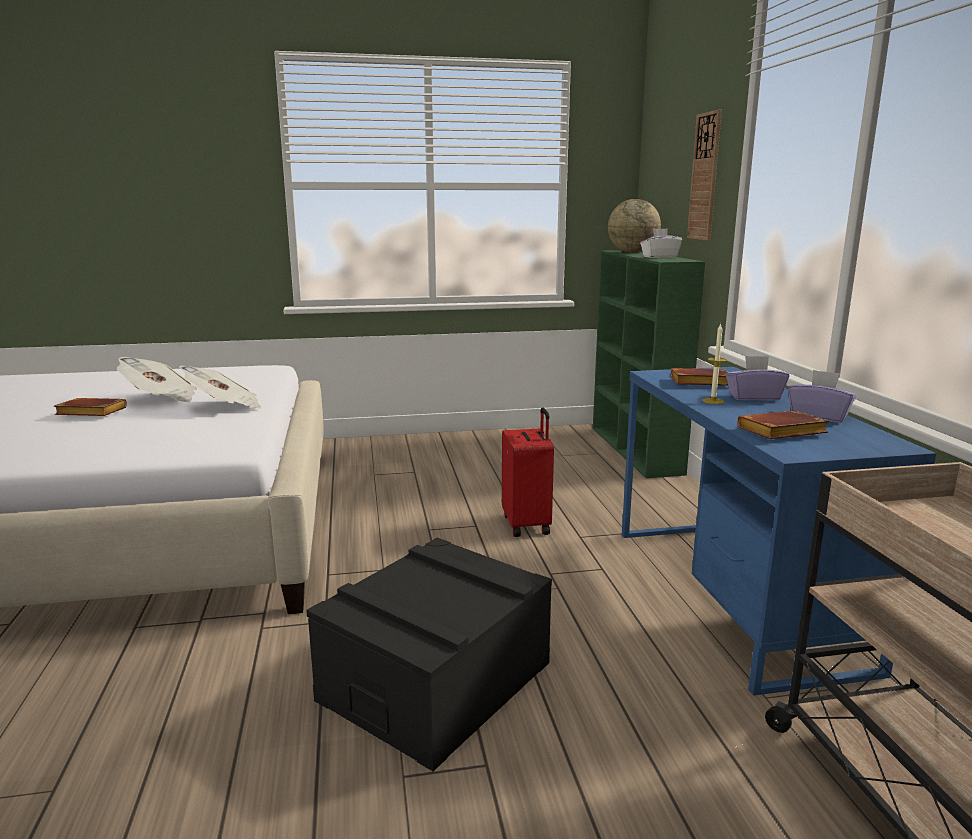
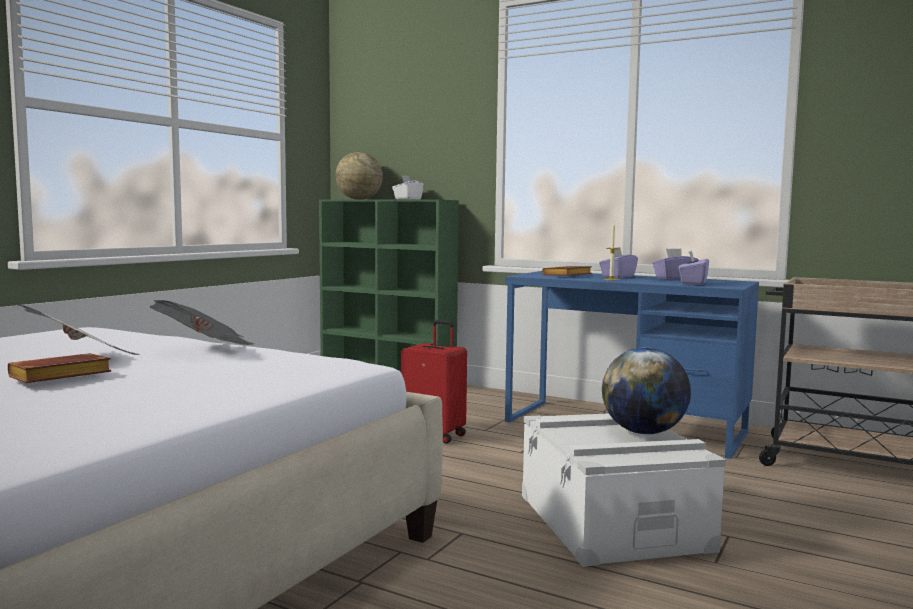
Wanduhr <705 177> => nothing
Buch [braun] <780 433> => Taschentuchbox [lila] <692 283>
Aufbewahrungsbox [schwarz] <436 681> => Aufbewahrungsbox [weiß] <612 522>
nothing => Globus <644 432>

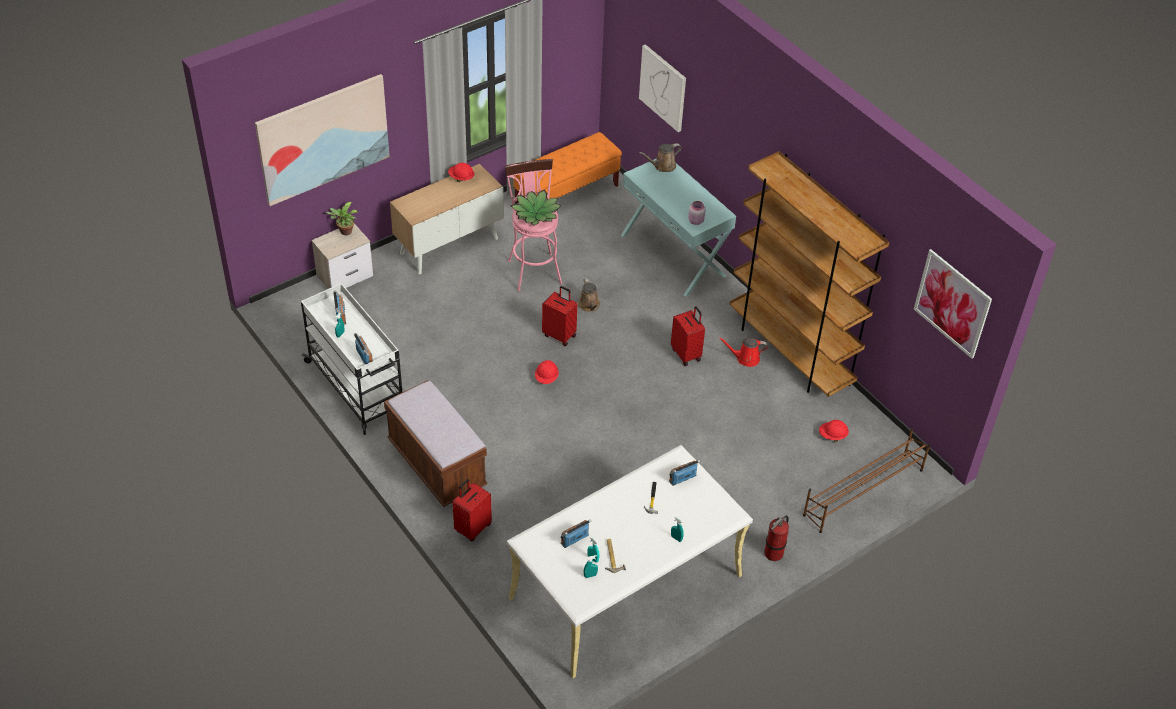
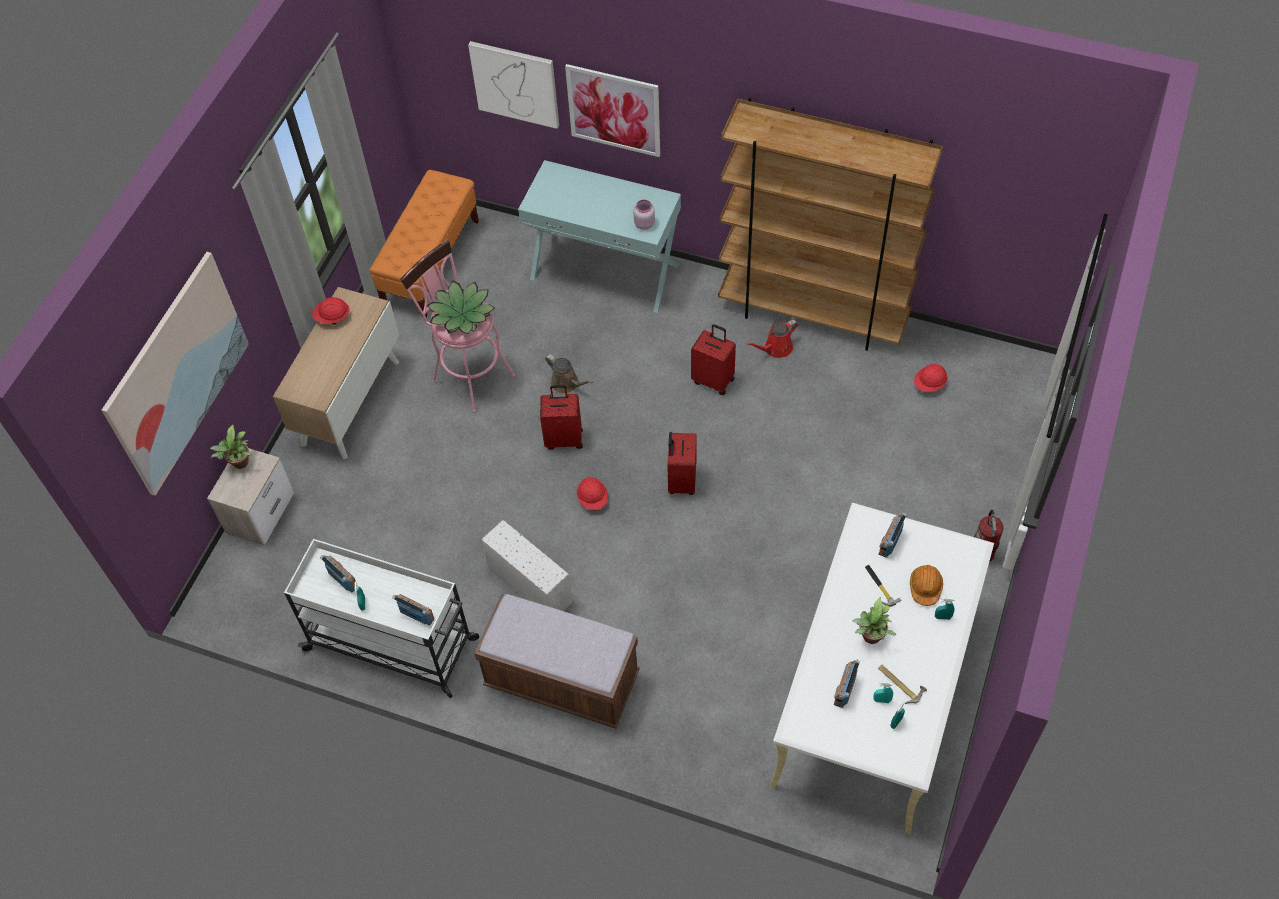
Gießkanne [braun] <662 166> => nothing
Bild <952 303> => Bild <614 110>, moved
Schuhregal [braun] <862 492> => nothing
Koffer [rot] <472 528> => Koffer [rot] <681 481>, moved
nothing => Aufbewahrungsbox [weiß] <529 584>
nothing => Schutzhelm [orange] <925 587>
nothing => Topfpflanze <870 638>

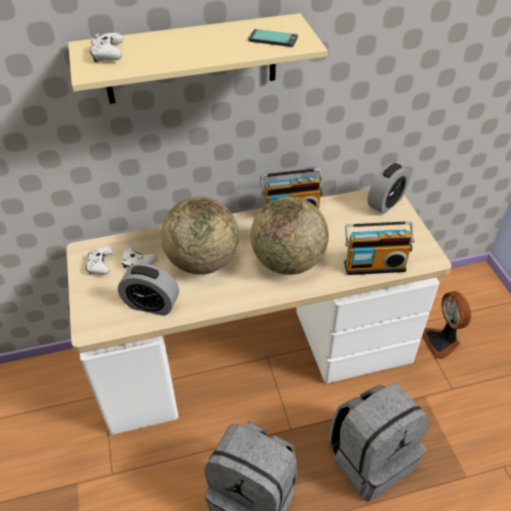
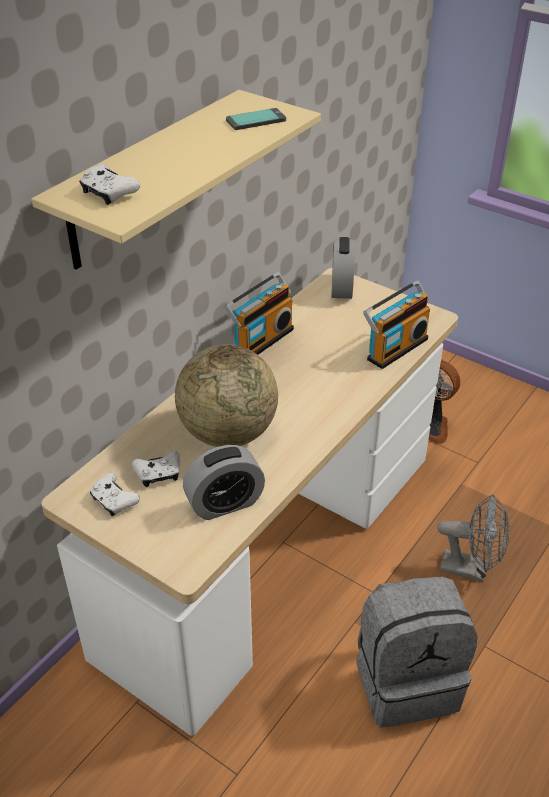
Globus <288 262> => nothing
Rucksack [grau] <370 458> => Ventilator [grau] <471 568>

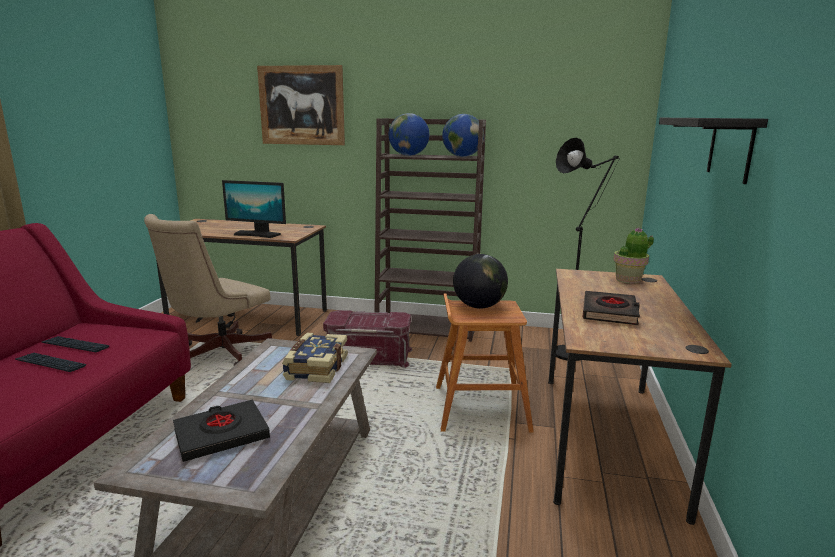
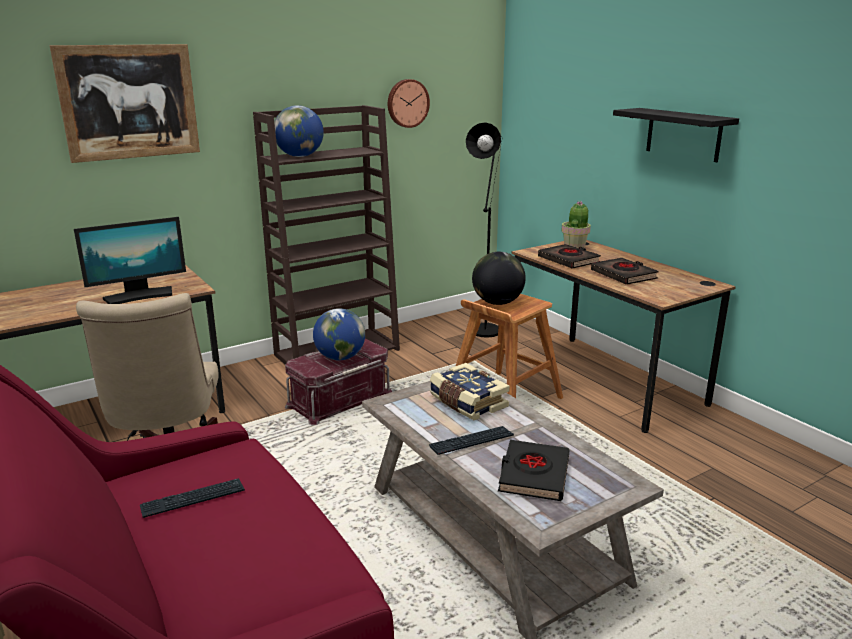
Globus <462 156> => Globus <340 358>, moved
Tastatur <50 363> => Tastatur <471 441>, moved
nothing => Wanduhr <407 103>
nothing => Buch [schwarz] <568 260>

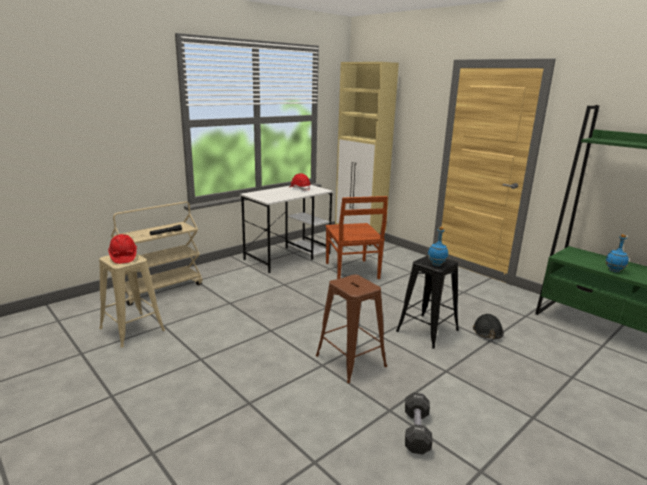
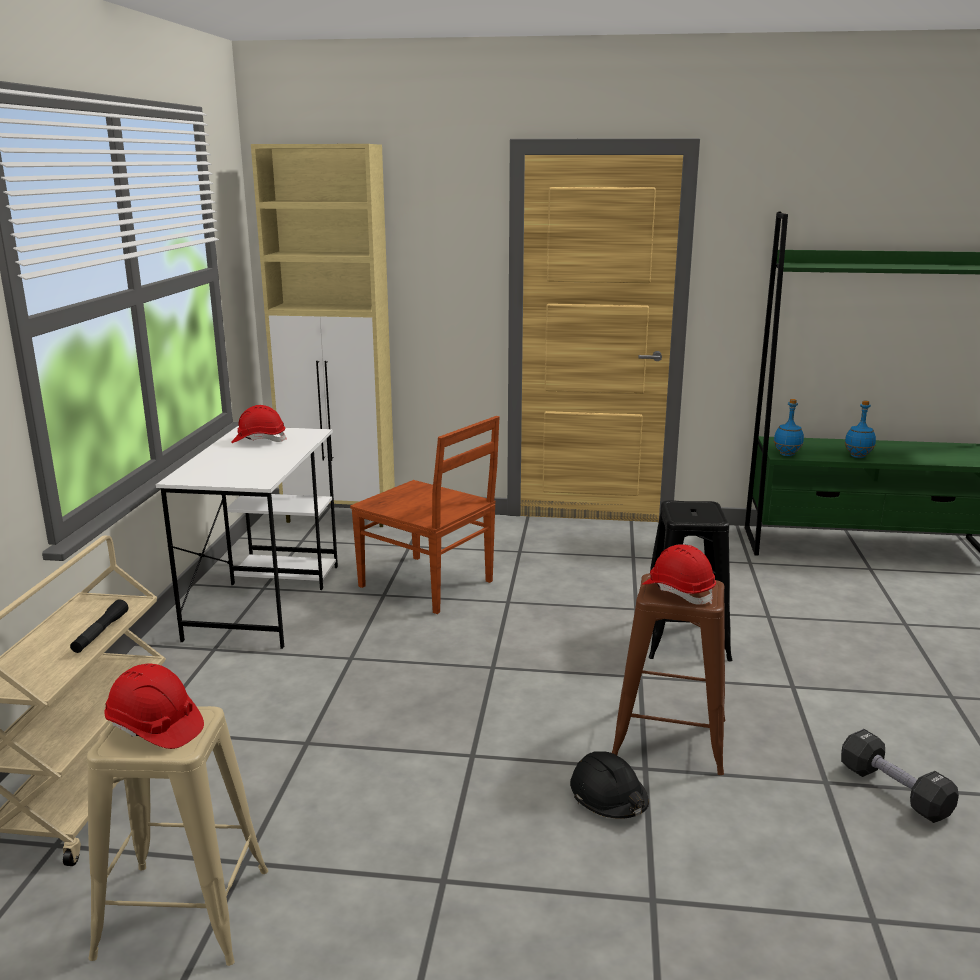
Flasche [blau] <436 264> => Flasche [blau] <787 455>, moved
Schutzhelm [schwarz] <488 332> => Schutzhelm [schwarz] <608 797>, moved
nothing => Schutzhelm [rot] <678 591>

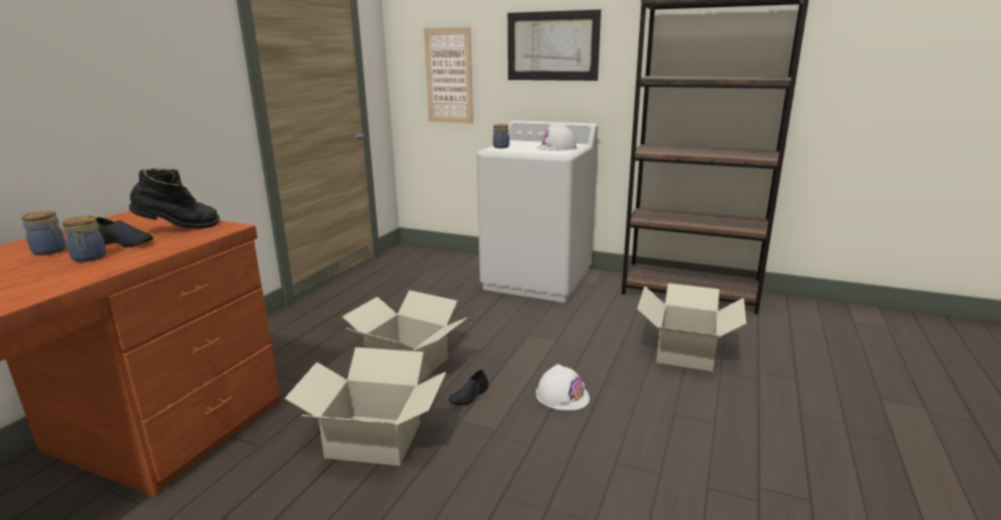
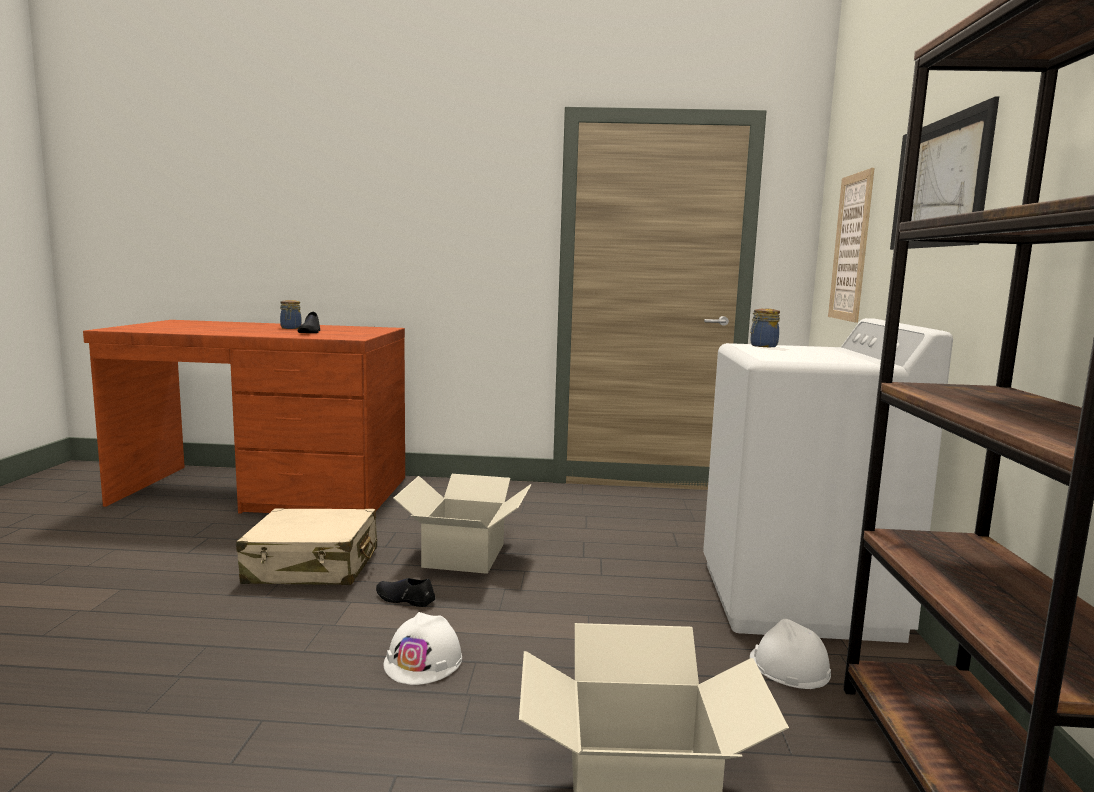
Schutzhelm [weiß] <557 147> => Schutzhelm [weiß] <789 666>, moved
Stiefel [schwarz] <179 229> => nothing
Vorratsglas <89 258> => nothing
Karton <374 439> => Koffer [beige] <312 566>

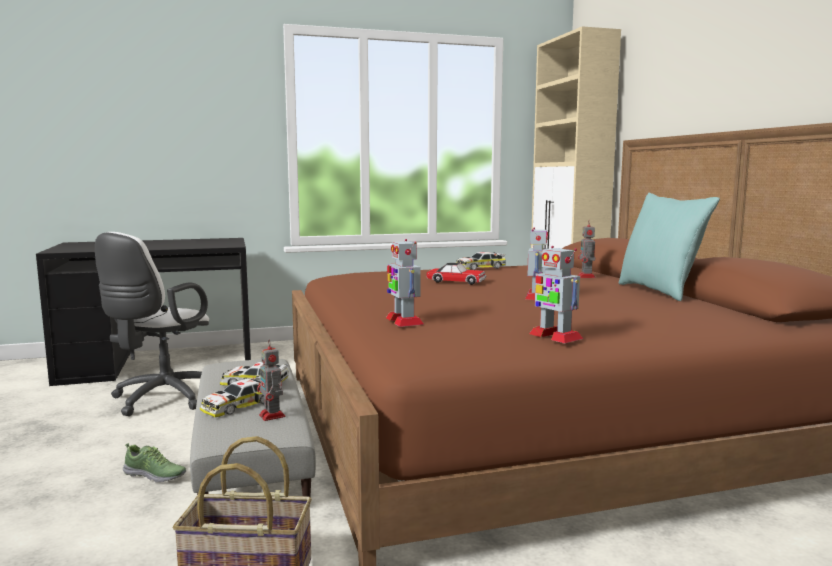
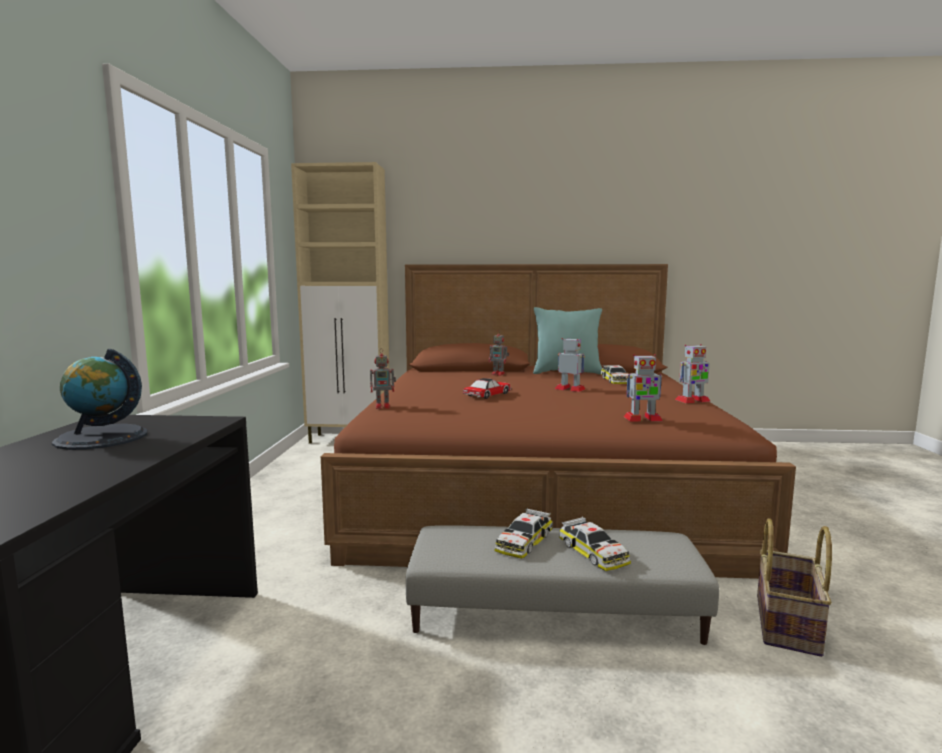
Bürostuhl [weiß] <161 399> => nothing
Spielzeugauto <480 268> => Spielzeugauto <616 380>, moved
Spielzeugroboter <272 416> => Spielzeugroboter <383 406>, moved
Schuh <155 475> => nothing
nothing => Globus <101 438>

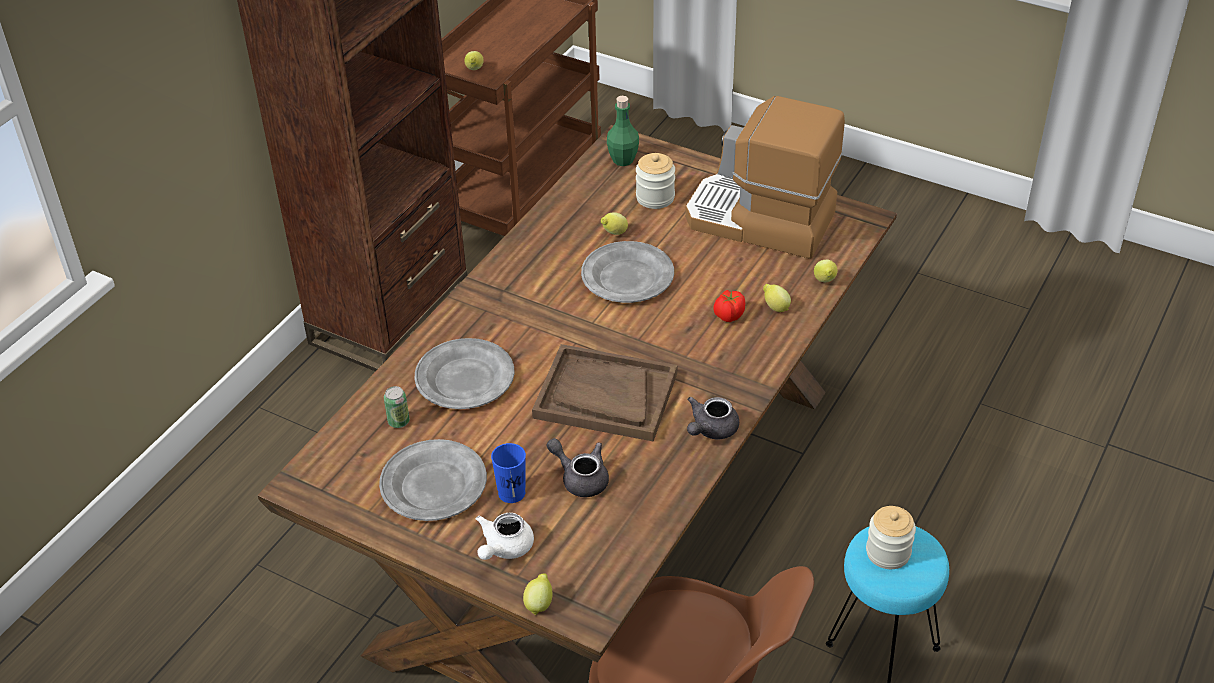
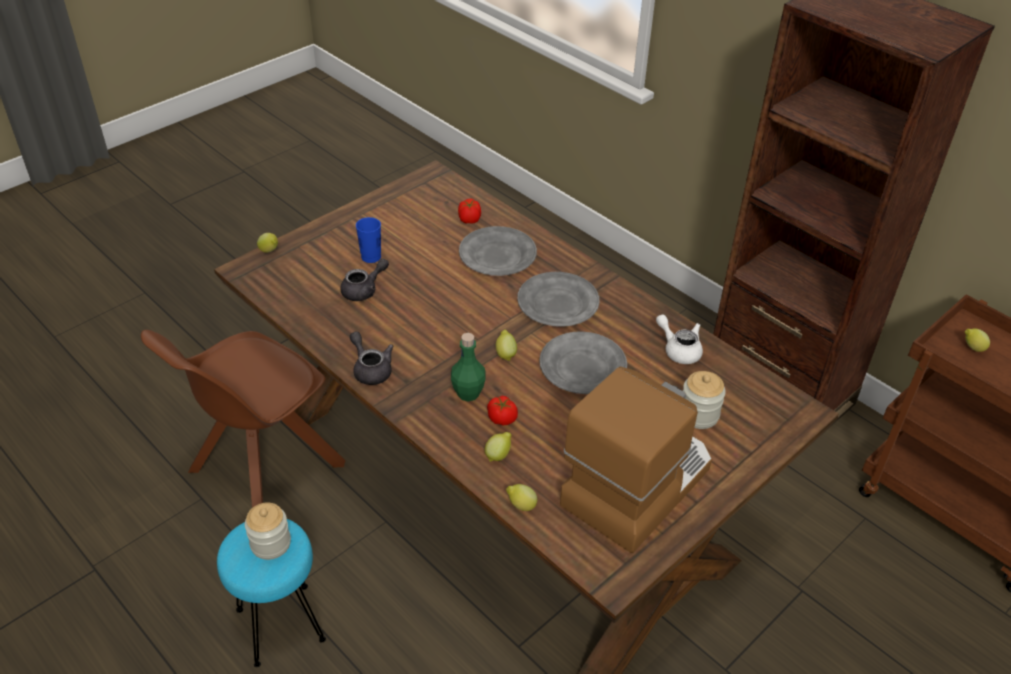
Flasche [grün] <623 160> => Flasche [grün] <468 393>, moved
Zitrone <614 233> => Zitrone <505 354>, moved
Tablett [braun] <605 396> => nothing
Dose <398 421> => Tomate <469 220>
Teller [grau] <434 485> => Teller [grau] <557 303>, moved
Teekanne [weiß] <504 548> => Teekanne [weiß] <679 349>, moved

